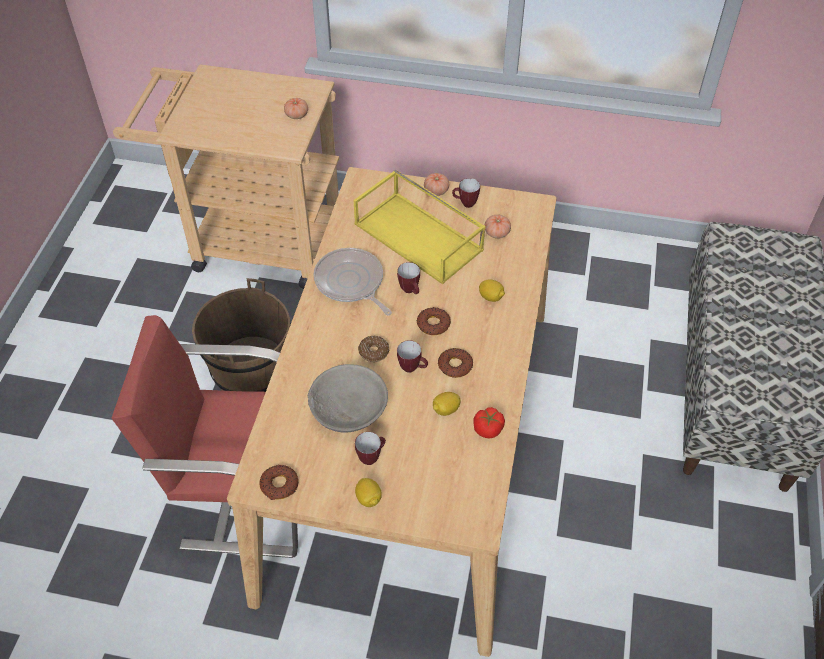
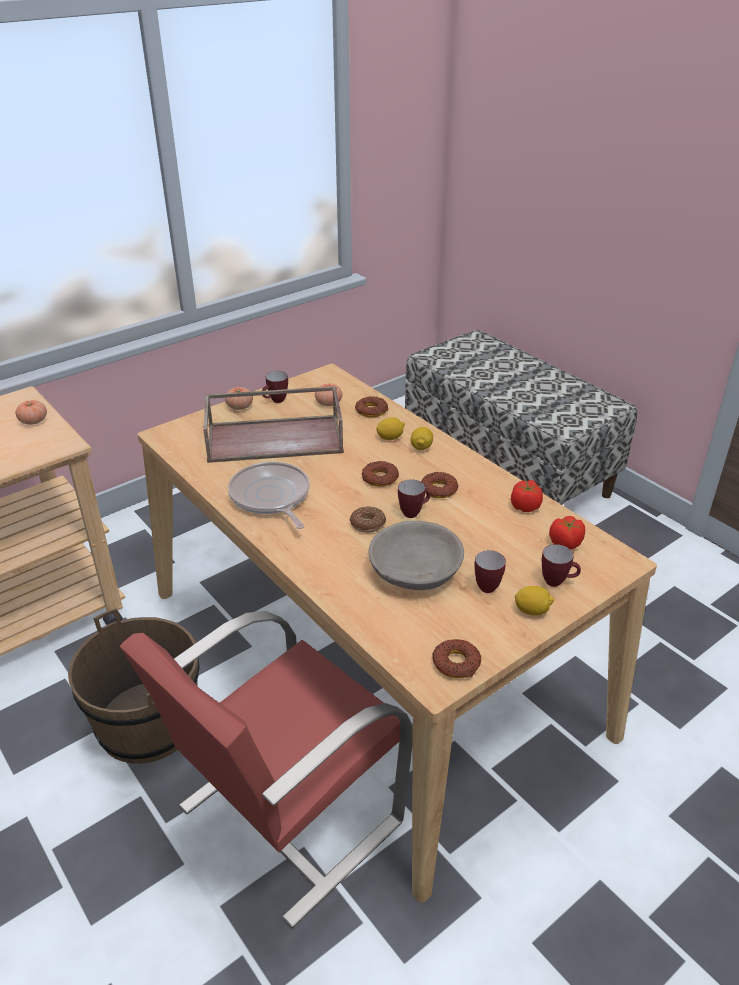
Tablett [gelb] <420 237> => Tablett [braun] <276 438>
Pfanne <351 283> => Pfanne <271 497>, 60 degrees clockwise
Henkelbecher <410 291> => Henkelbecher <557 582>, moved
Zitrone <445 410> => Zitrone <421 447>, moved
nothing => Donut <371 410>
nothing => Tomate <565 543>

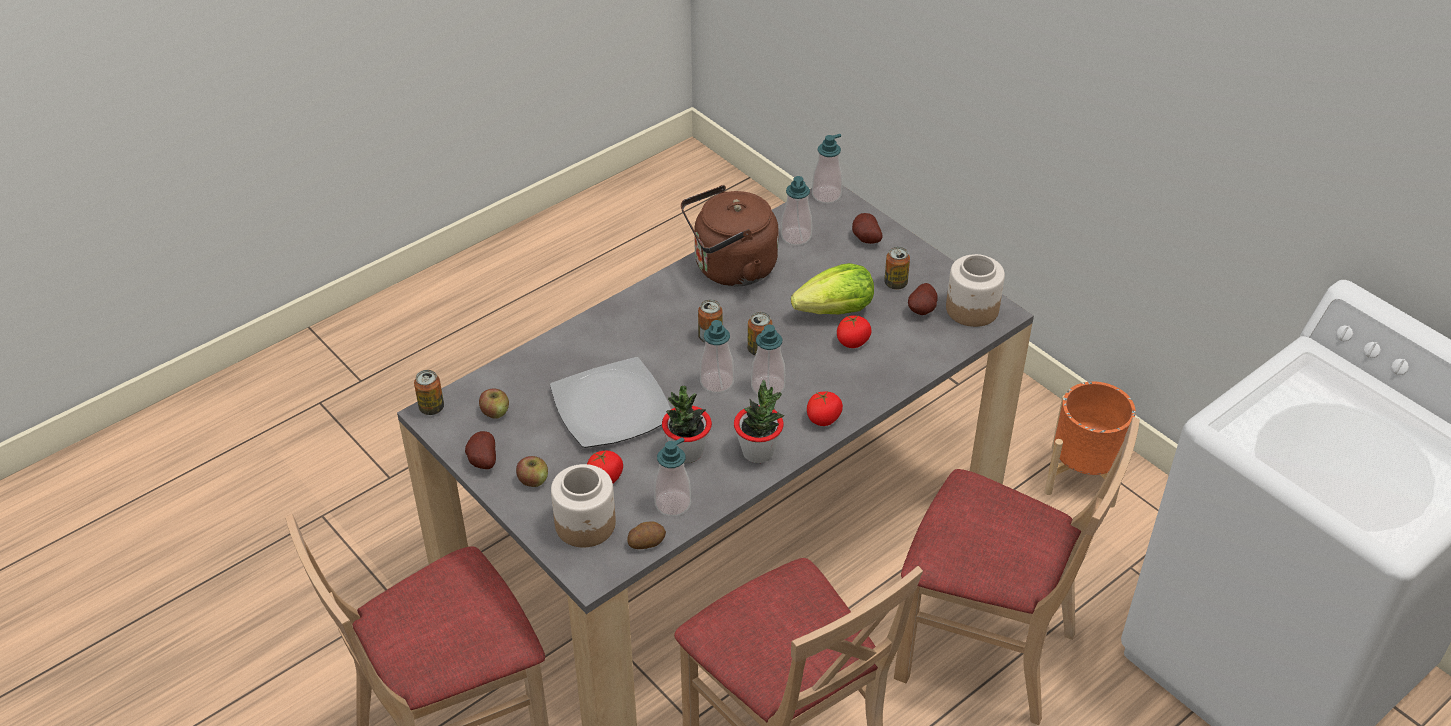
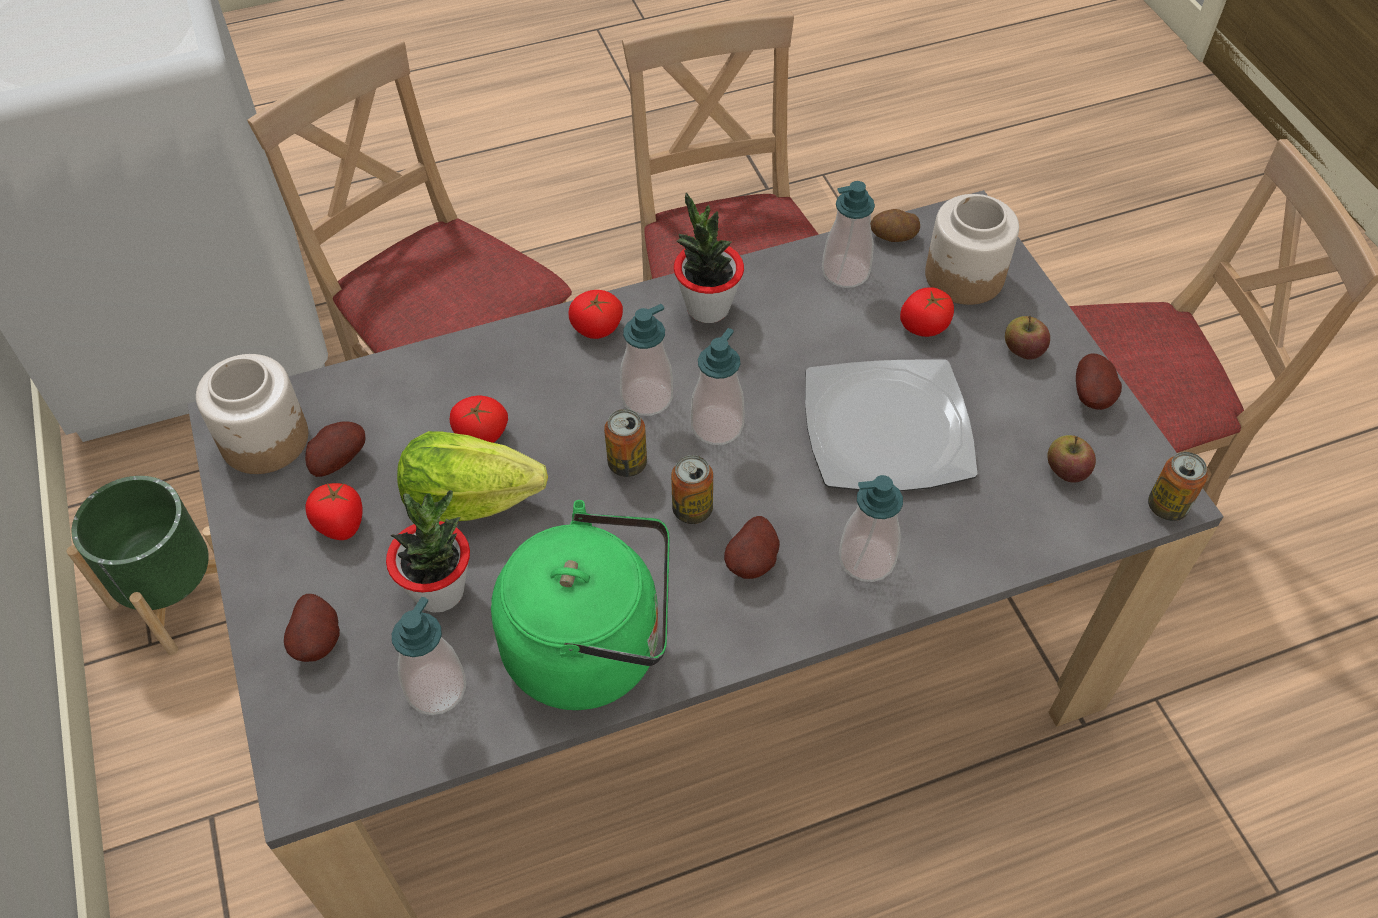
Seifenspender <826 195> => Seifenspender <866 559>, moved
Wasserkessel [braun] <730 269> => Wasserkessel [grün] <593 647>
Dose <895 283> => Tomate <340 524>
Pflanzkübel [orange] <1083 476> => Pflanzkübel [grün] <176 595>
Topfpflanze <687 452> => Topfpflanze <439 590>, moved
nothing => Kartoffel <754 562>

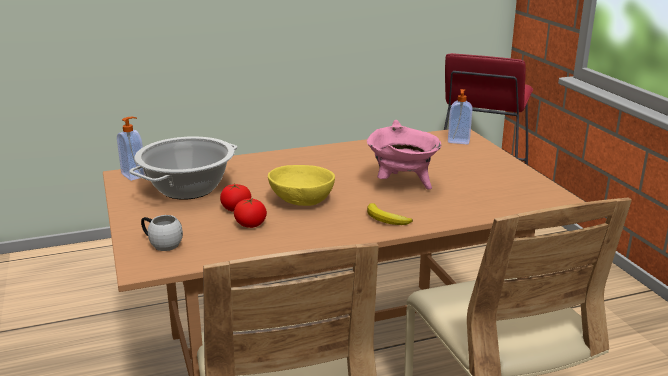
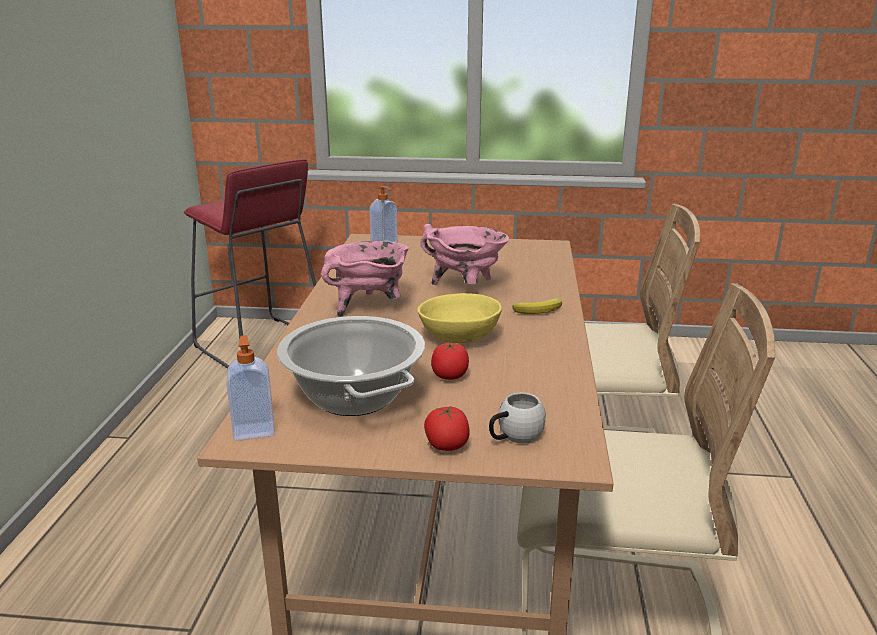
Tomate <250 225> => Tomate <447 445>, moved
nothing => Kochtopf [rosa] <369 307>

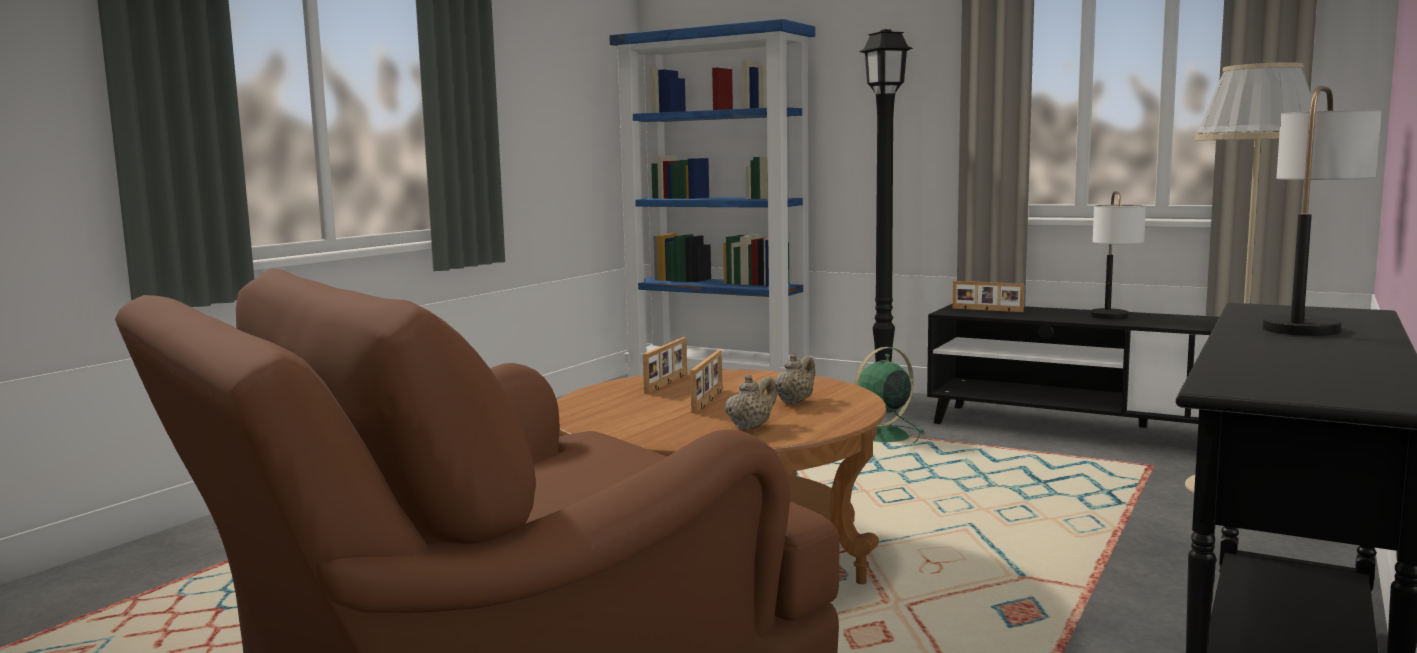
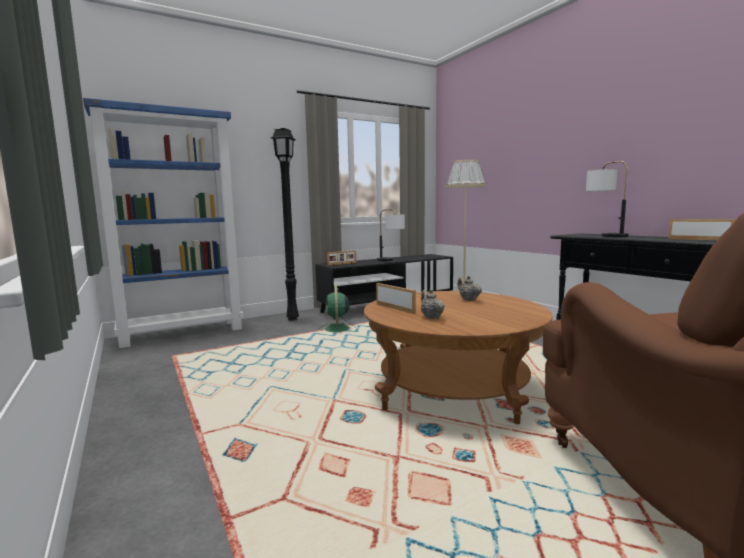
Bilderrahmen <709 400> => Bilderrahmen <699 239>, moved
Teekanne [beige] <751 427> => Teekanne [beige] <431 317>, moved

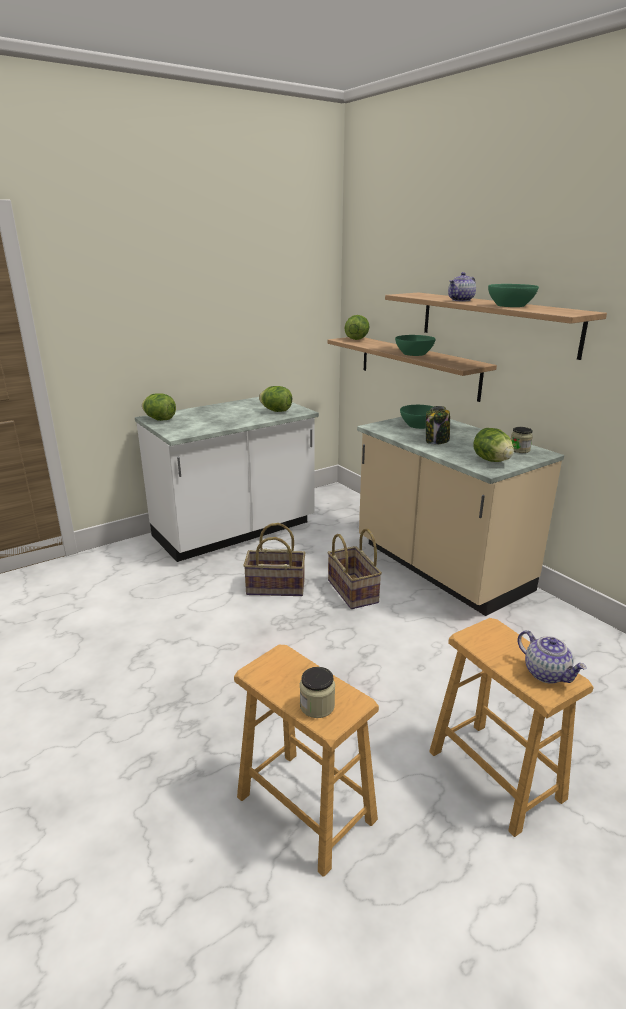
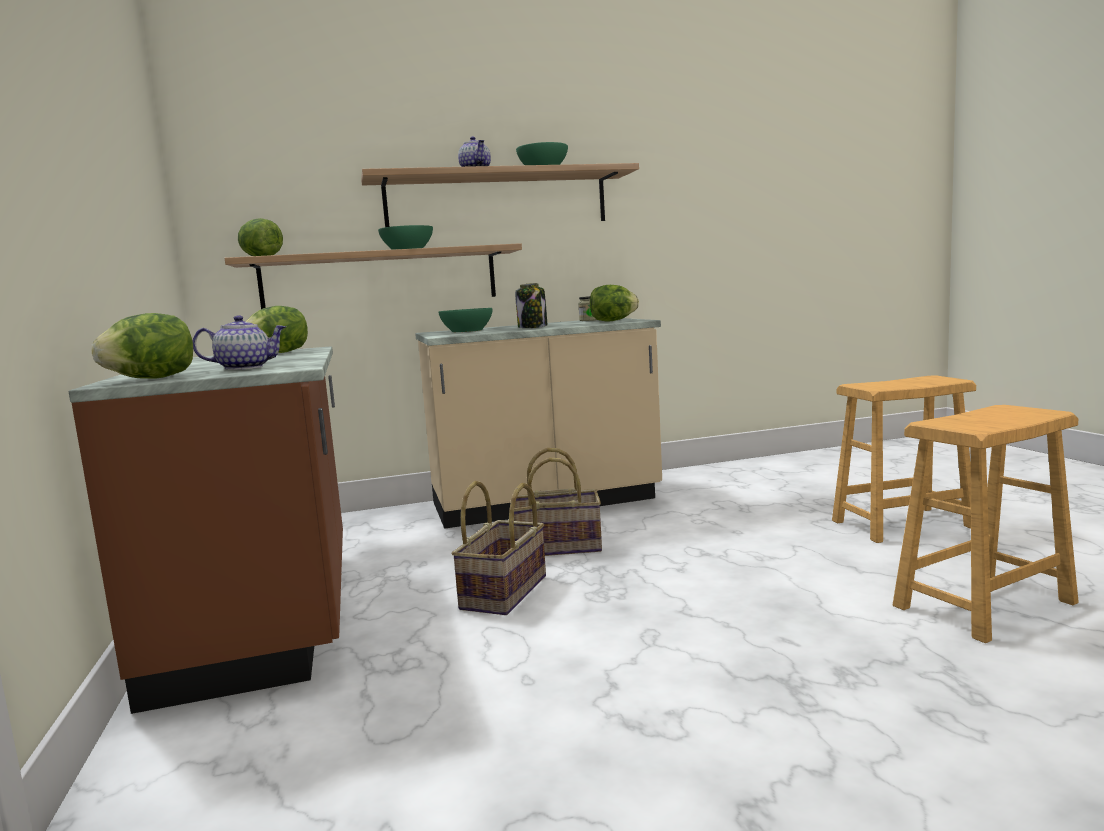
Küchenzeile [weiß] <235 531> => Küchenzeile [braun] <267 615>
Teekanne <547 673> => Teekanne <245 368>, moved
Vorratsglas <317 706> => nothing

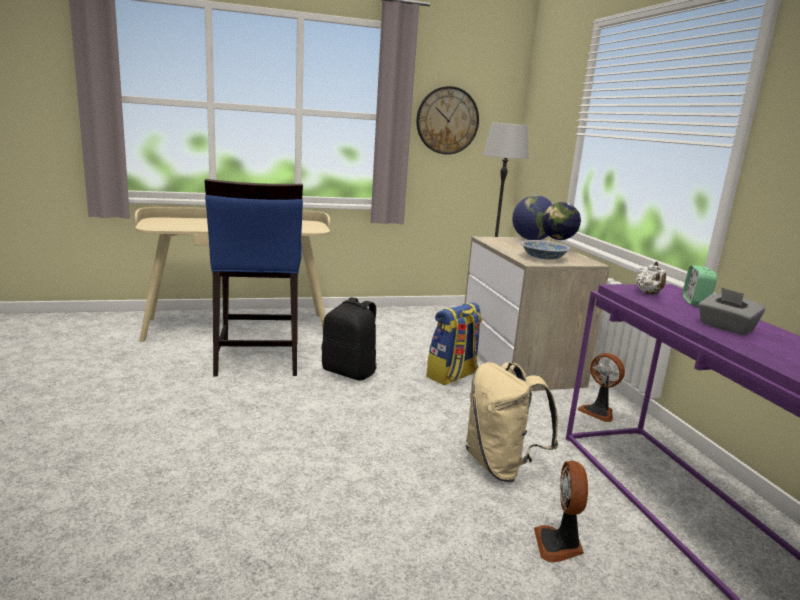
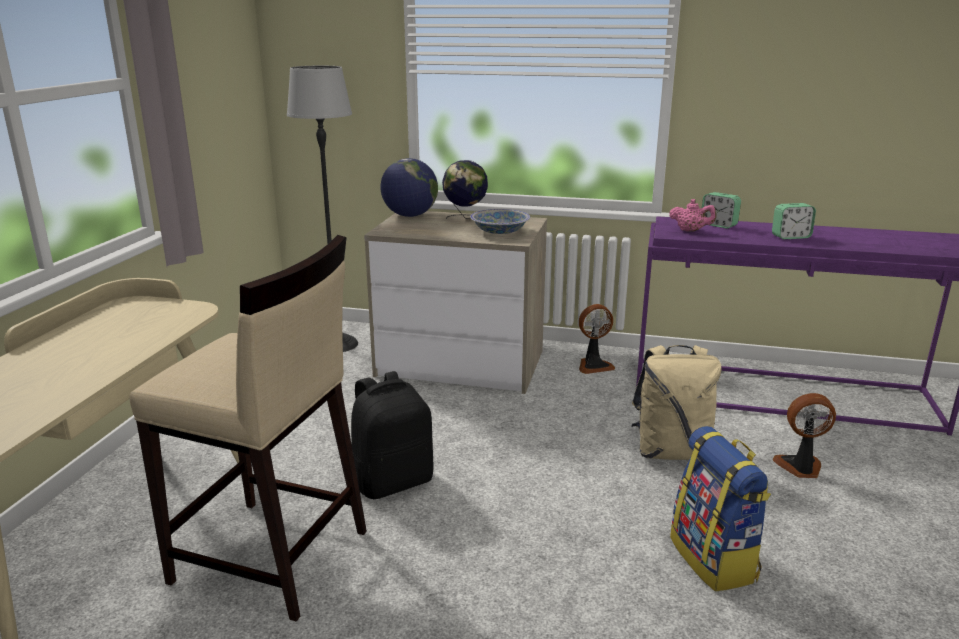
Wanduhr <447 120> => nothing
Hocker [blau] <257 359> => Hocker [beige] <271 557>
Teekanne [weiß] <649 293> => Teekanne [rosa] <690 231>
Taschentuchbox [grau] <725 328> => Wecker <790 237>
Rucksack <452 376> => Rucksack <714 559>, moved
Ventilator <559 545> => Ventilator <800 468>, 150 degrees clockwise

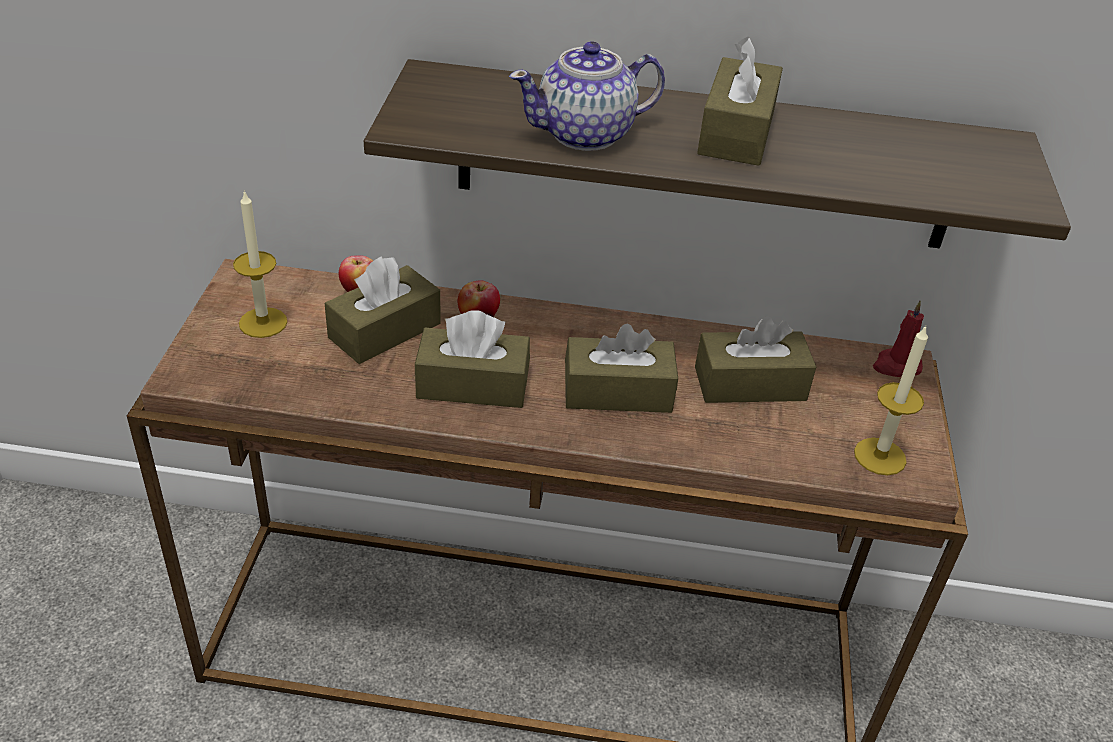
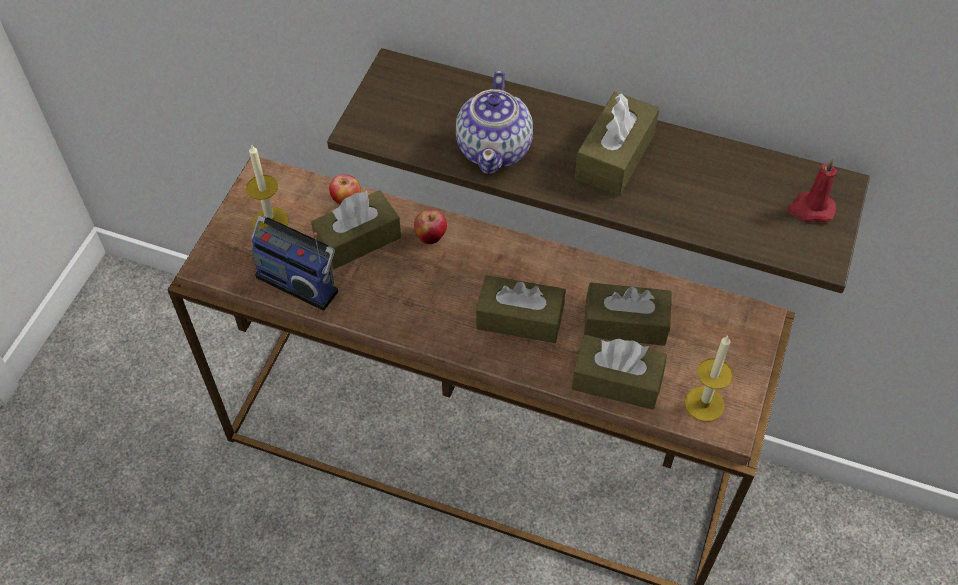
Teekanne <586 134> => Teekanne <495 149>, 75 degrees counterclockwise
Kerze [rot] <896 366> => Kerze [rot] <810 209>, moved
Taschentuchbox [braun] <472 385> => Taschentuchbox [braun] <616 381>, moved
nothing => Radio <299 281>

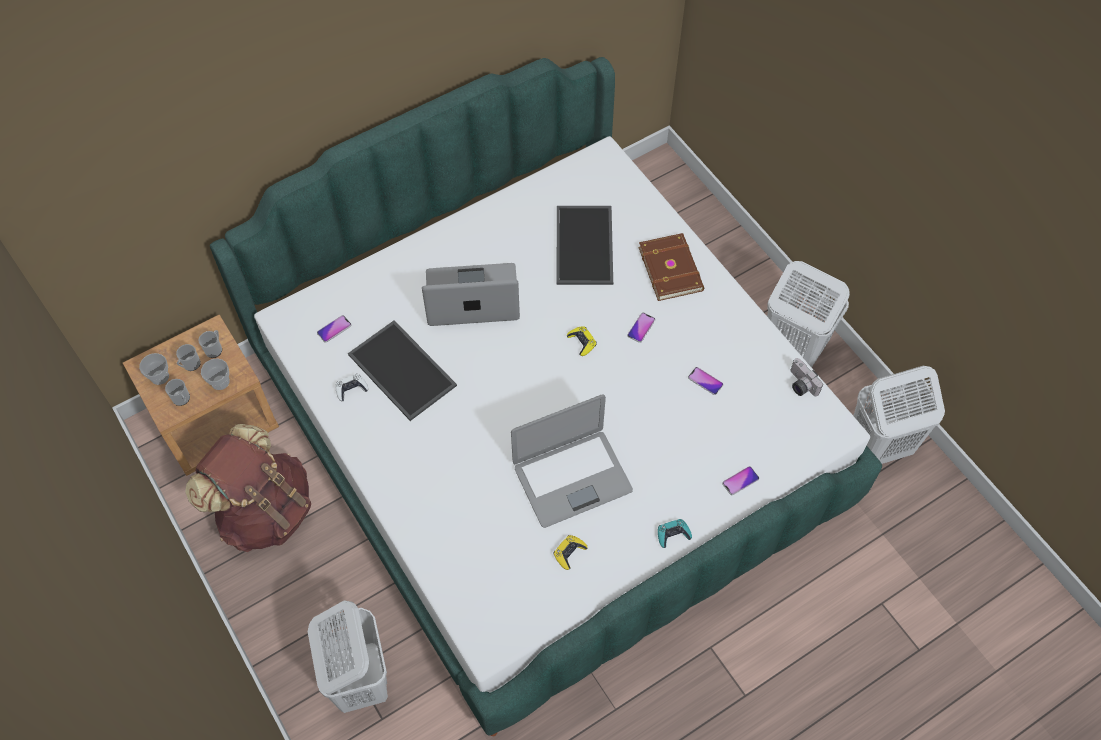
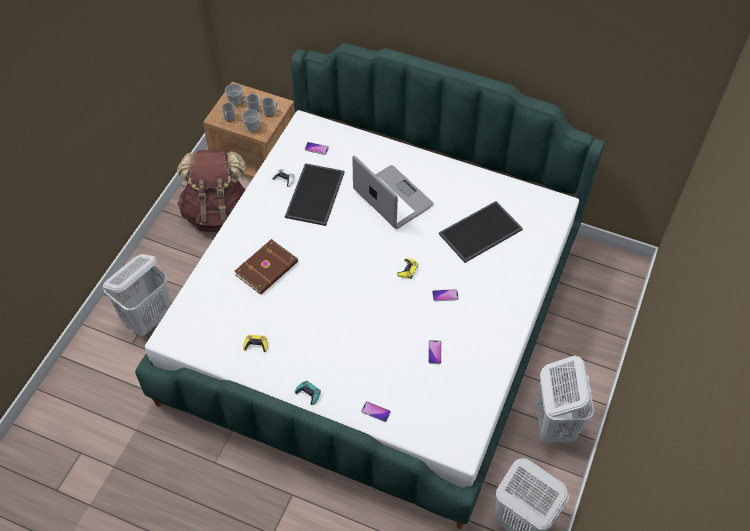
Buch [braun] <671 268> => Buch [braun] <267 269>, moved
Kamera <800 385> => nothing
Laptop <572 477> => nothing

